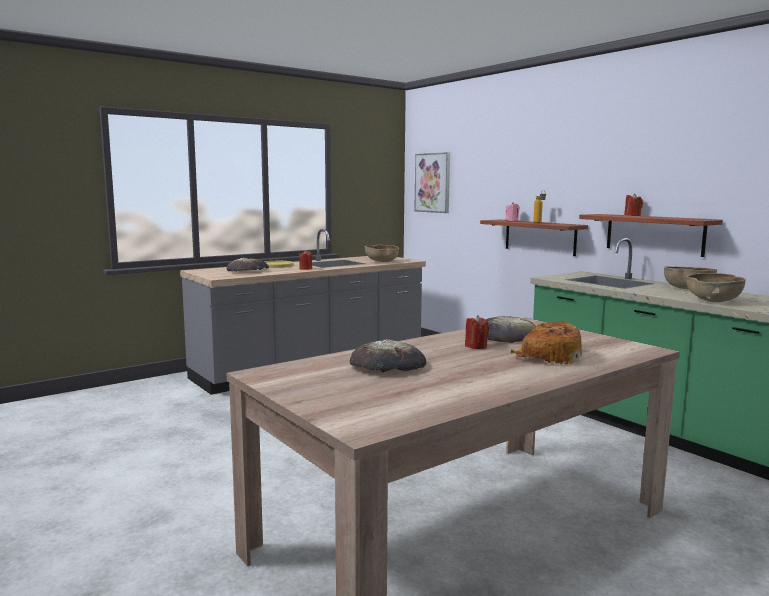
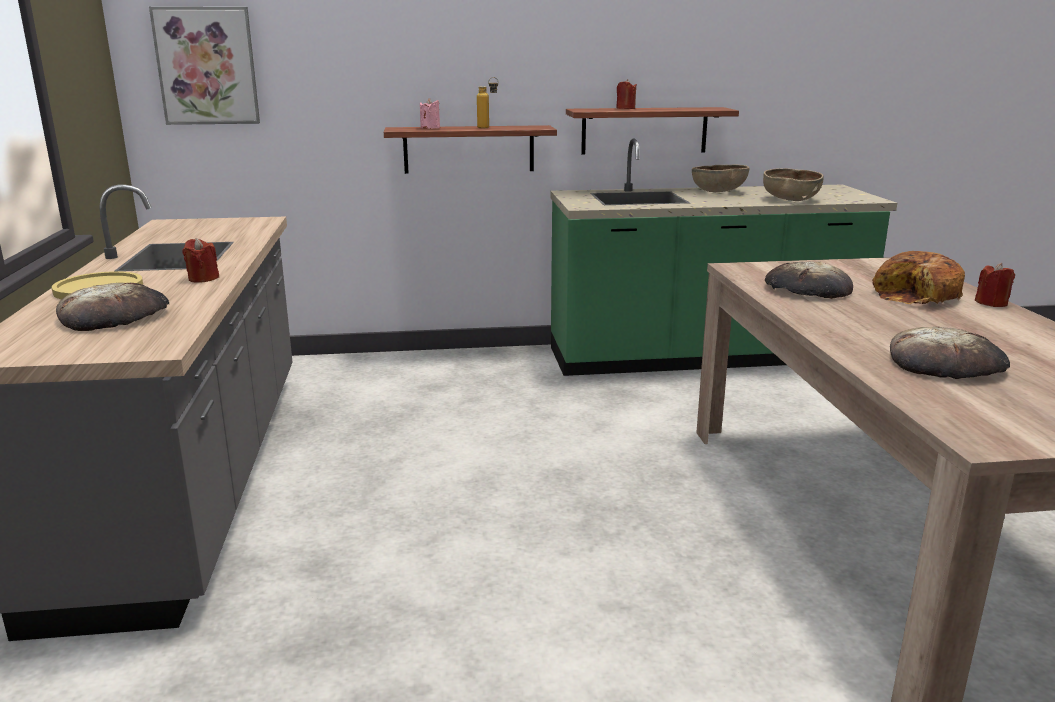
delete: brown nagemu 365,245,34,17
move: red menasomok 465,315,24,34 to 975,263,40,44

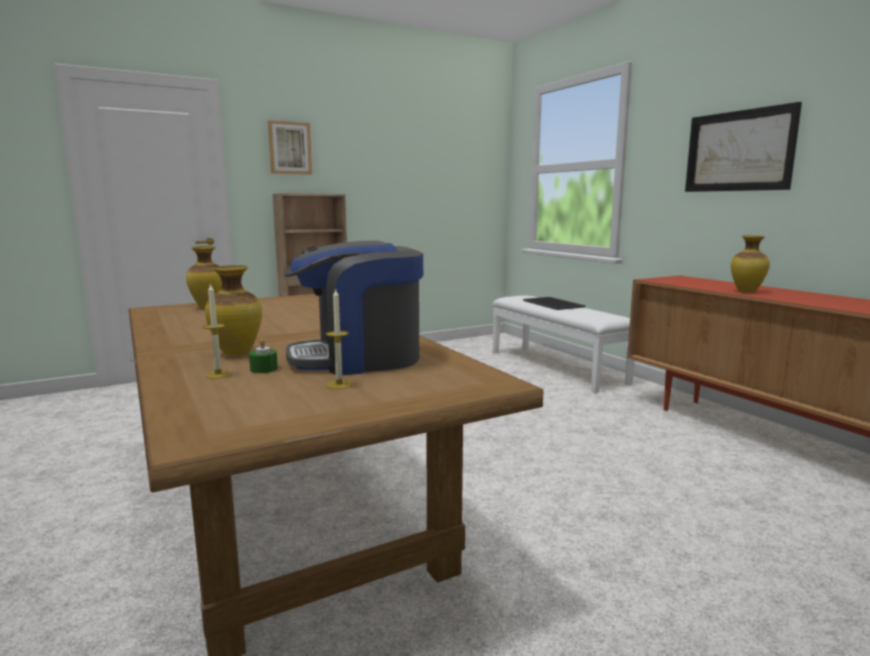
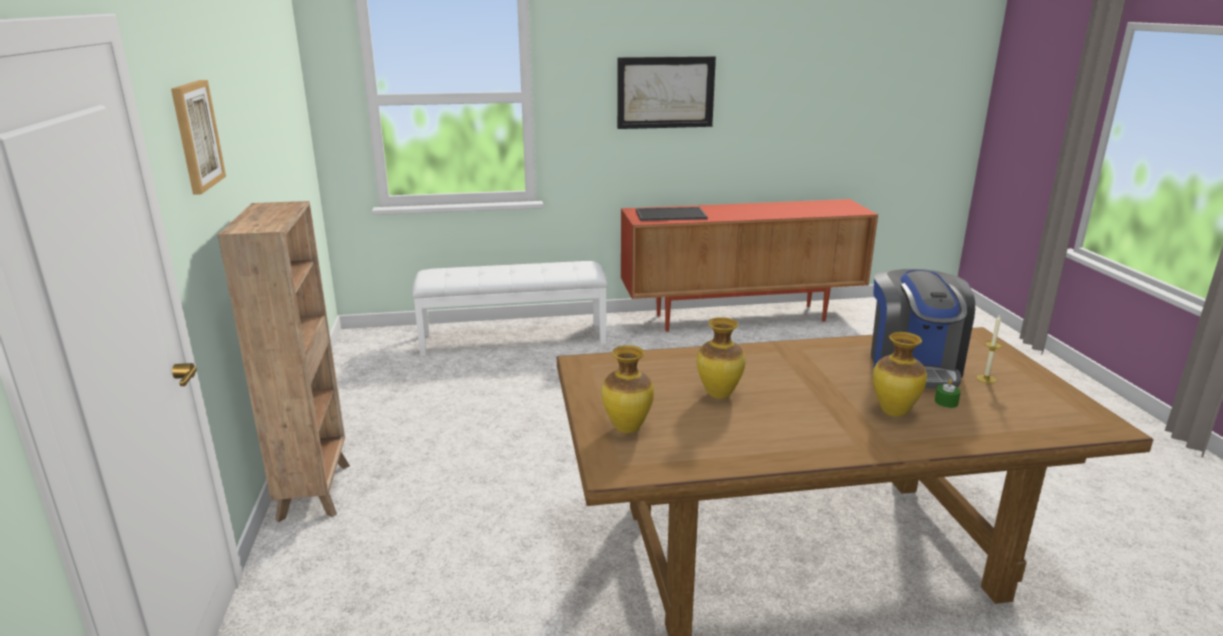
delete: menasomok 203,283,28,96
move: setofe 523,297,62,13 to 636,207,72,14; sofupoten 731,236,39,57 to 697,317,49,82

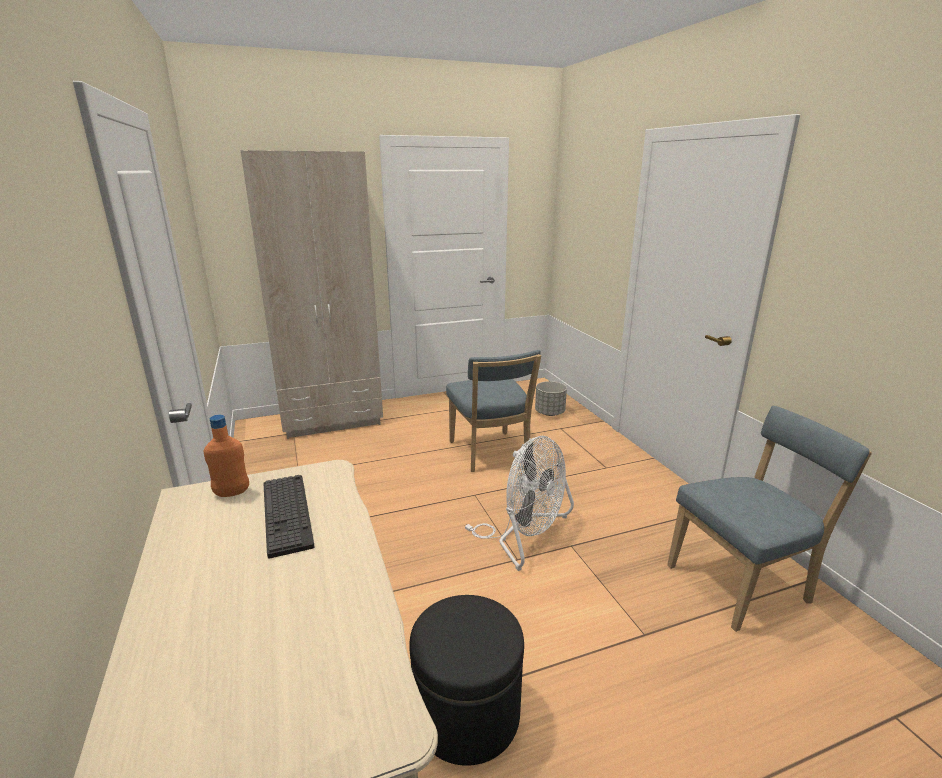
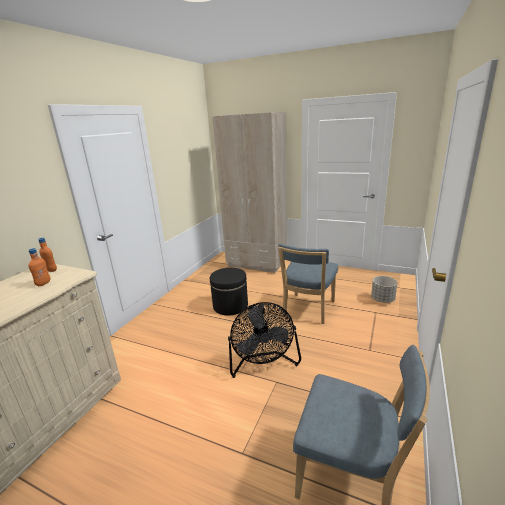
move: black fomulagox 409,595,115,171 to 210,268,38,47
replace: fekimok 263,475,51,83 to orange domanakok 28,248,23,38
recolor: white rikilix 465,436,109,135 to black rikilix 228,302,73,76

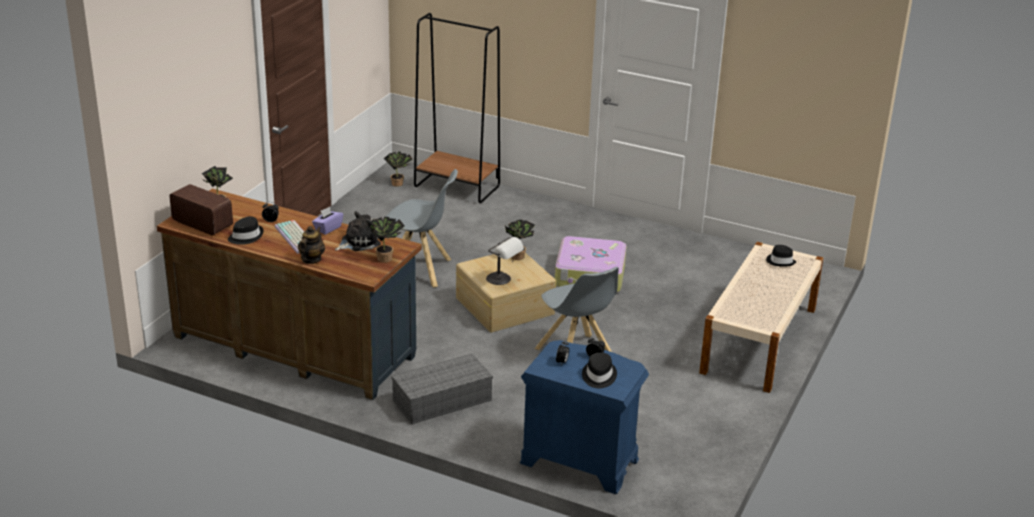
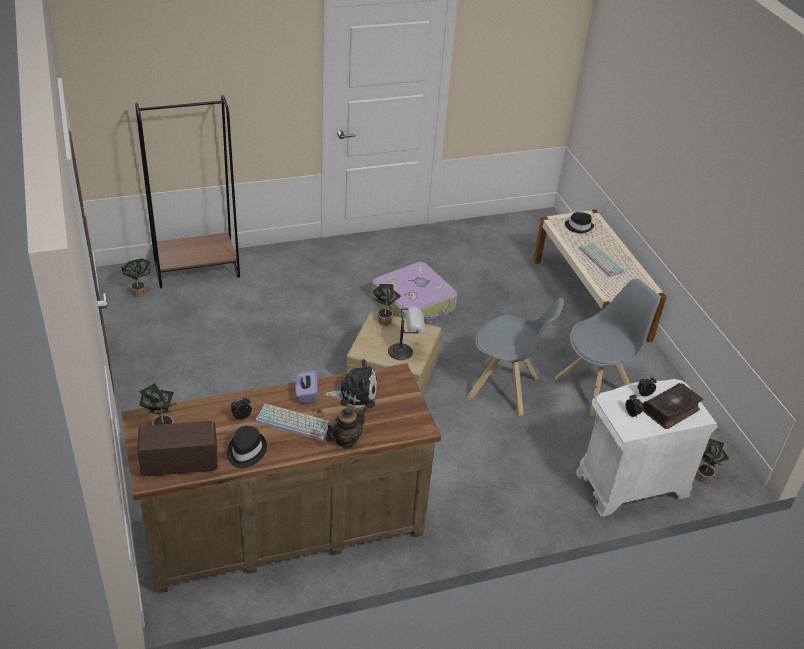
delete: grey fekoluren 391,353,102,71
insert: fekimok 579,242,46,35
move: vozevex 366,217,39,46 to 697,438,32,45; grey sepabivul 386,169,72,119 to 555,278,105,139
replace: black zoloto 582,352,35,36 to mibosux 643,383,60,46
recolor: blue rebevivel 520,340,129,154 to white rebevivel 576,379,142,138
rotate: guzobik 298,226,27,38 = 326,407,41,40 75 degrees clockwise; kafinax 335,211,46,40 = 324,359,53,50 75 degrees clockwise

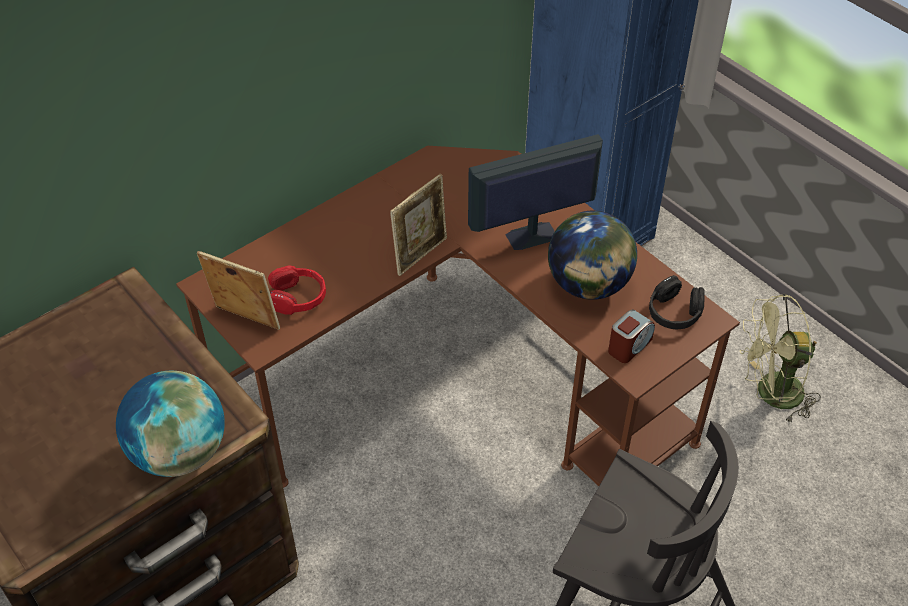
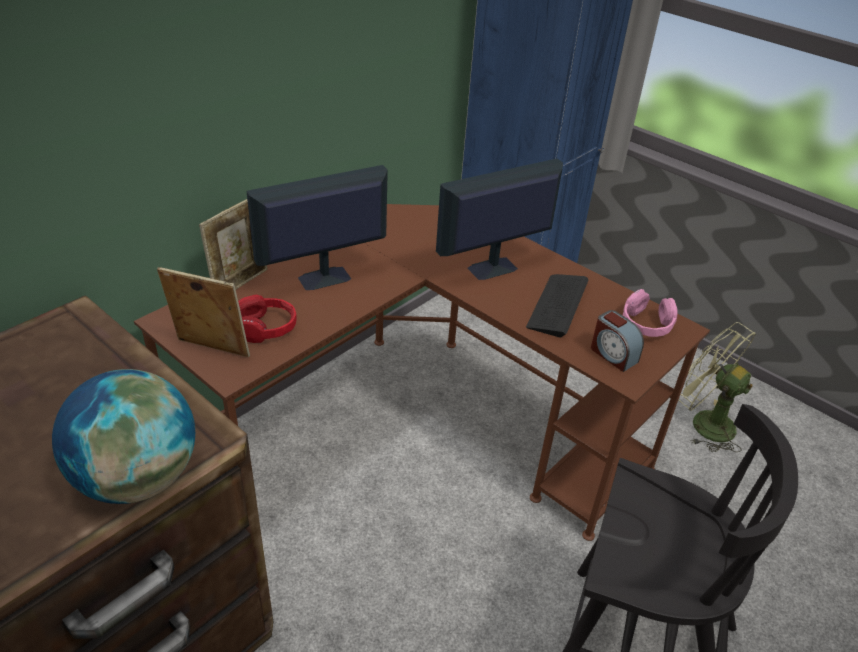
insert: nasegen 247,165,141,125
move: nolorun 390,174,57,102 to 199,199,68,90
replace: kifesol 548,211,89,89 to fekimok 526,274,62,63
recolor: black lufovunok 649,275,55,54 to pink lufovunok 623,289,54,48
rotate: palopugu 608,309,47,54 = 591,310,53,62 105 degrees clockwise; green rikilix 740,294,81,130 = 679,322,77,131 60 degrees clockwise

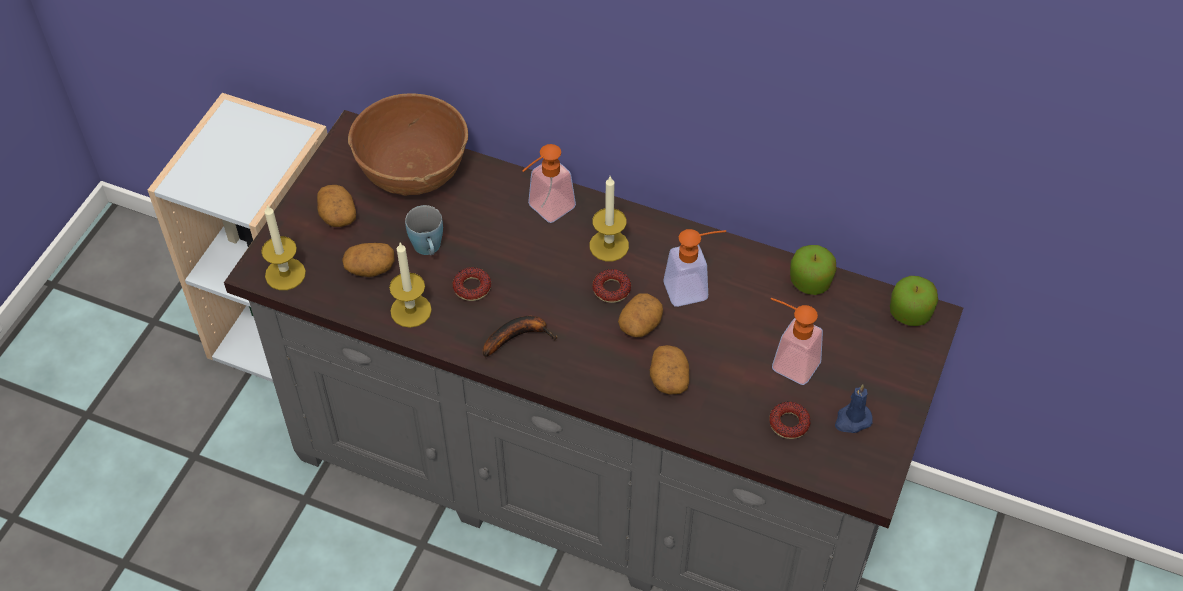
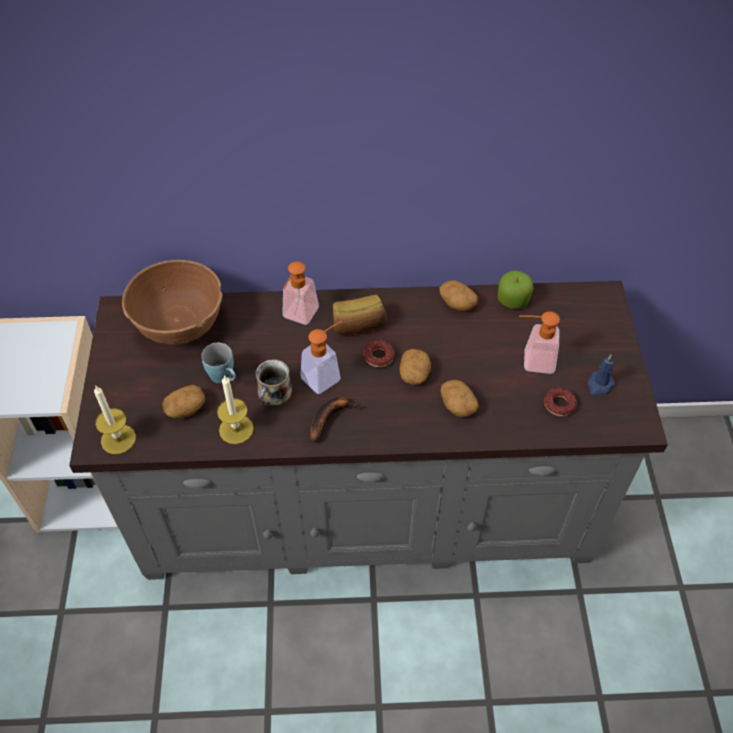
delete: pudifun 890,276,48,50
move: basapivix 317,185,39,42 to 439,280,39,32; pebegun 663,229,63,78 to 300,321,43,73
replace: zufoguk 453,267,38,34 to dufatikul 256,359,36,47; menasomok 590,176,39,85 to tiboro 333,295,54,40

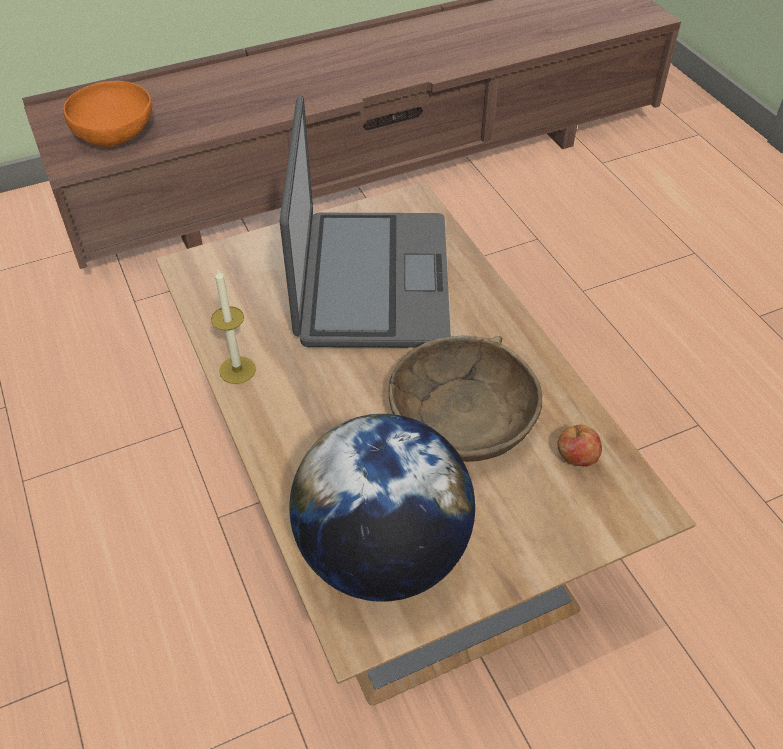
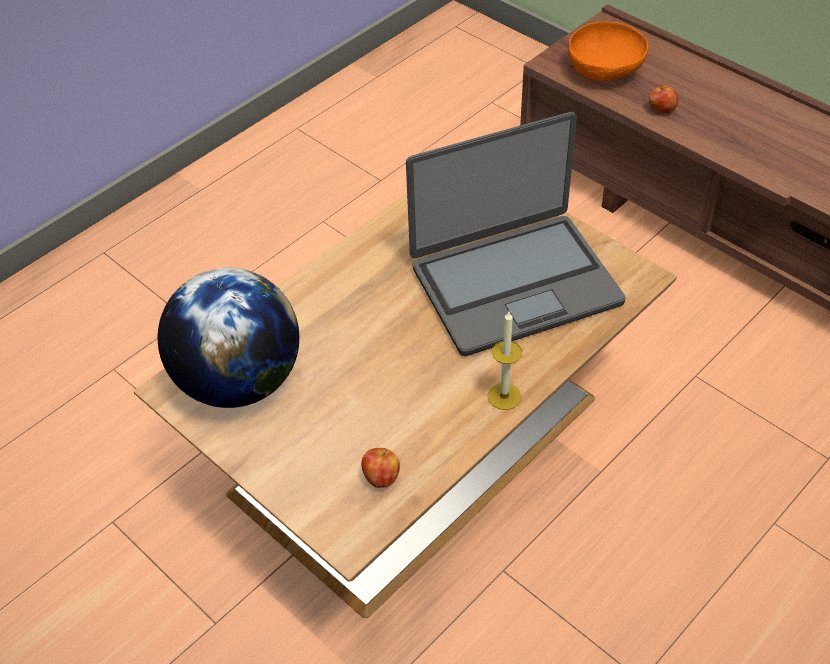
delete: brown nagemu 389,335,153,127
insert: pudifun 649,84,29,29
move: menasomok 211,269,45,115 to 487,312,35,98

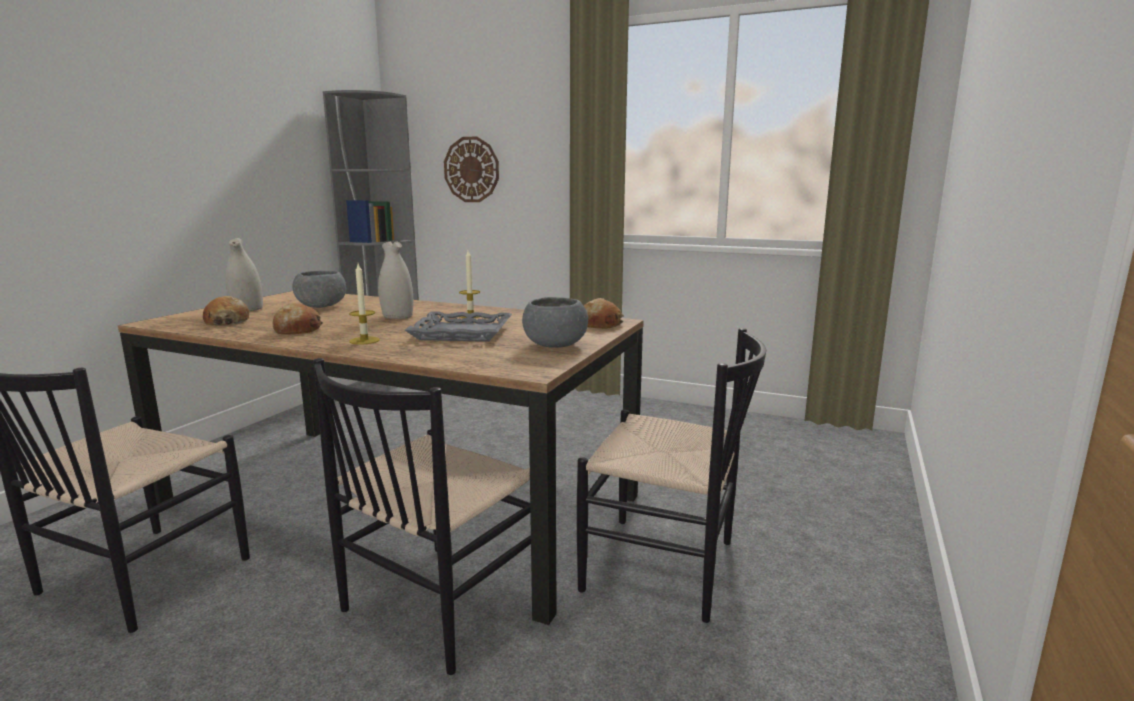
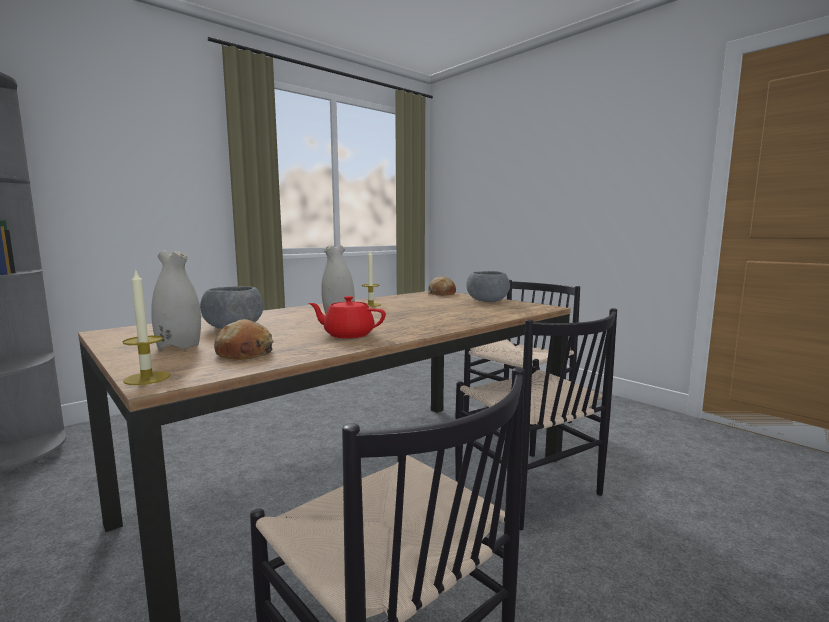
delete: grey setofe 405,311,107,31; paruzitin 444,136,55,66
move: menasomok 349,264,31,81 to 122,269,48,116
replace: tiboro 273,303,50,32 to red guzobik 309,296,77,42

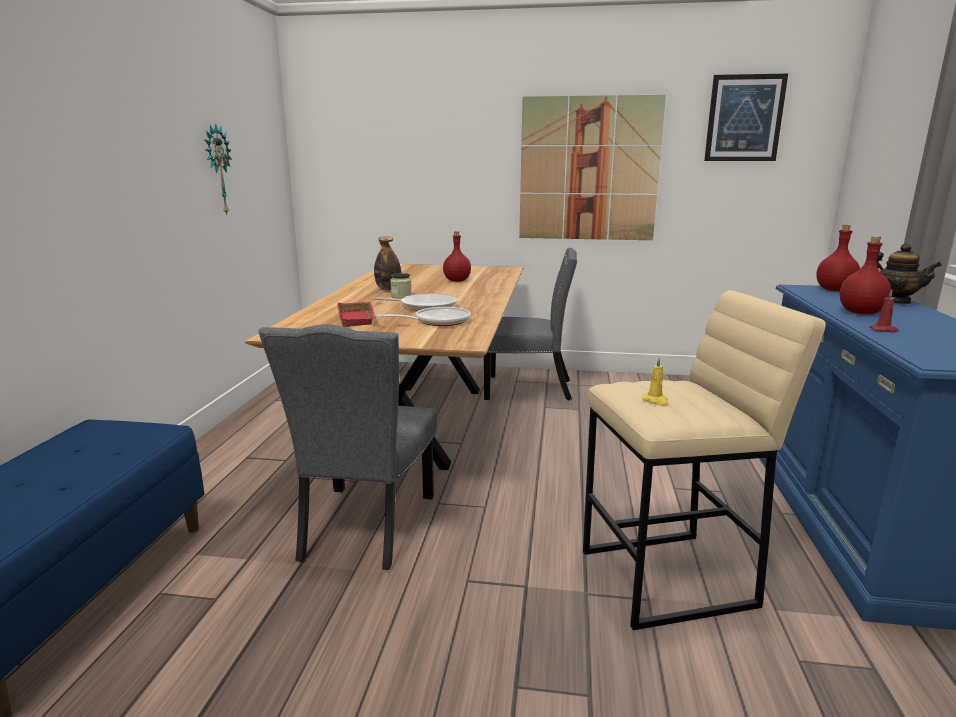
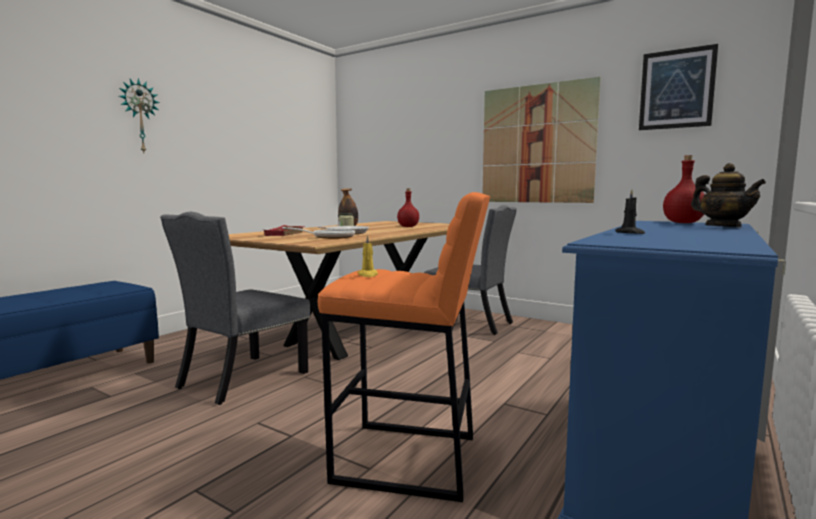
delete: red domanakok 840,236,51,78
move: paruzitin 204,123,28,92 to 119,78,41,75
recolor: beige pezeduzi 583,290,243,340 to orange pezeduzi 318,192,172,310; red menasomok 870,289,29,43 to black menasomok 615,189,30,45

